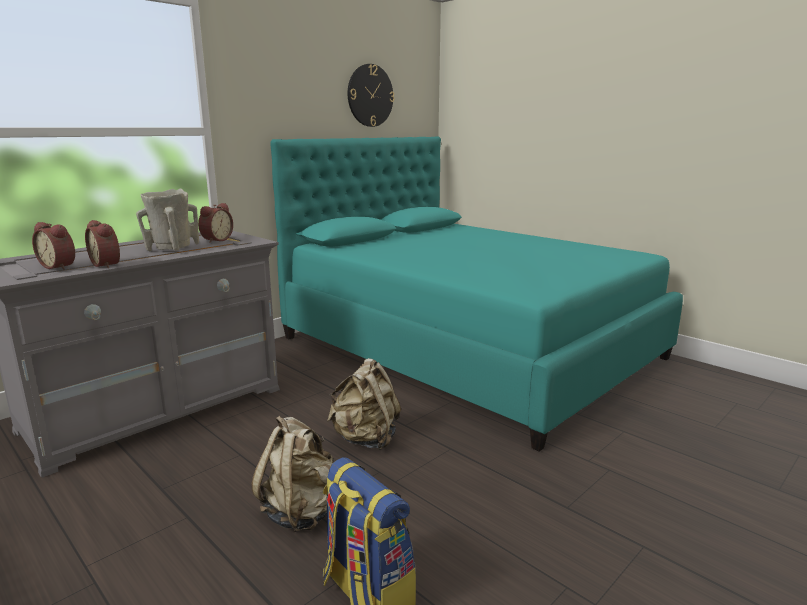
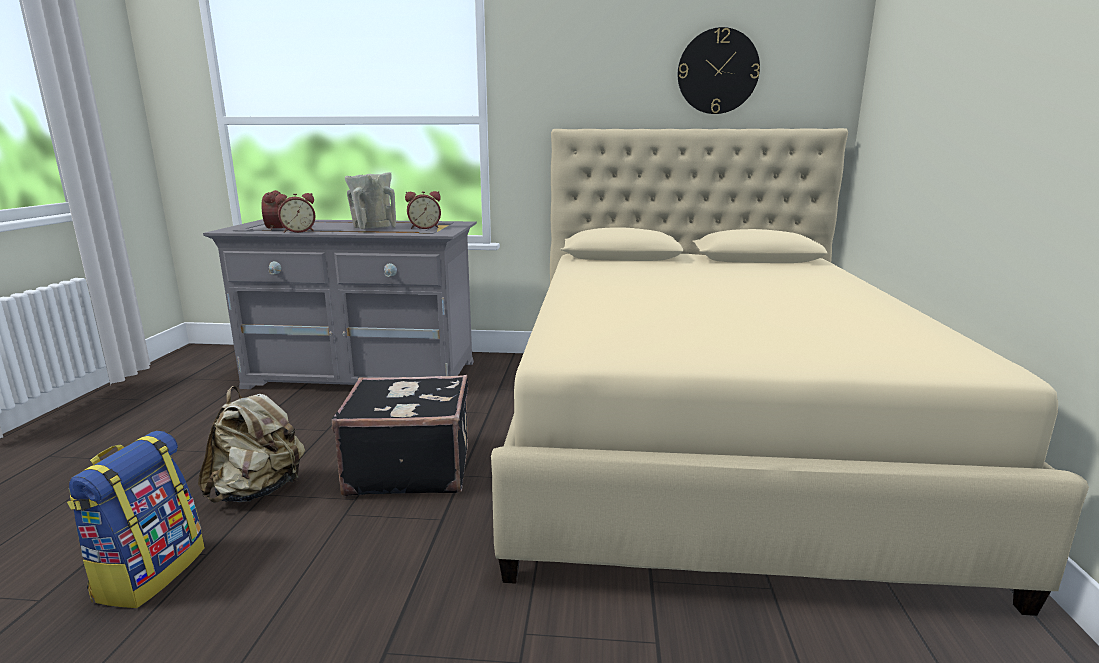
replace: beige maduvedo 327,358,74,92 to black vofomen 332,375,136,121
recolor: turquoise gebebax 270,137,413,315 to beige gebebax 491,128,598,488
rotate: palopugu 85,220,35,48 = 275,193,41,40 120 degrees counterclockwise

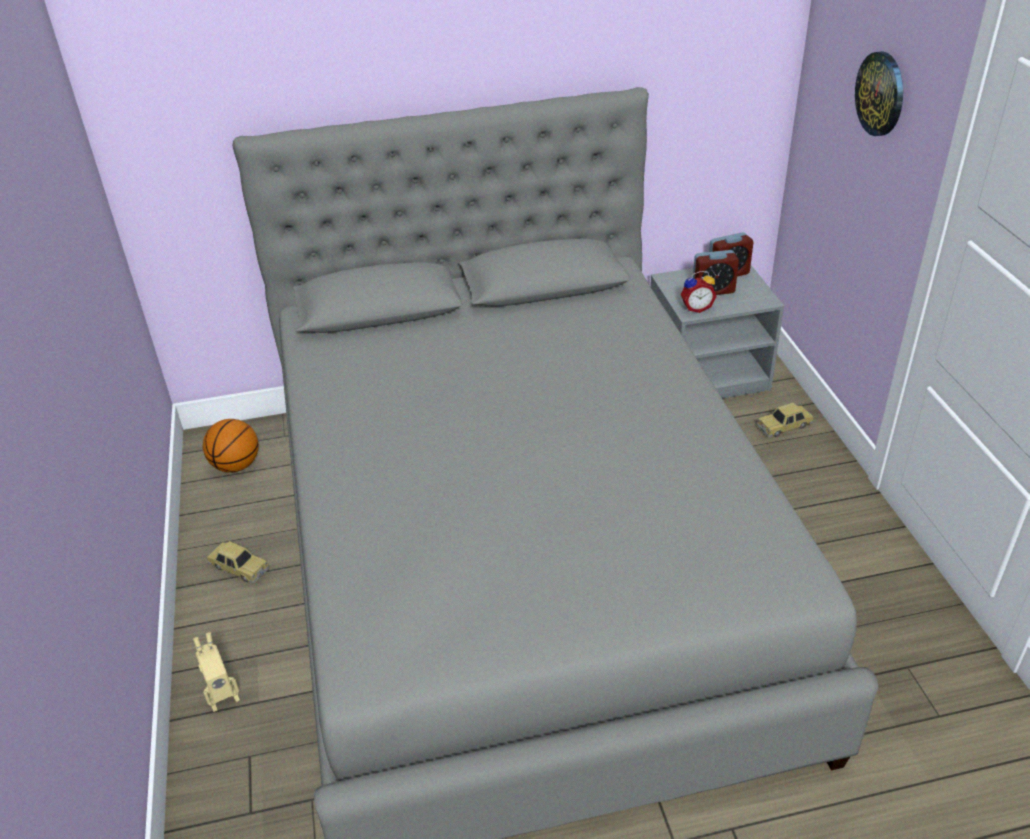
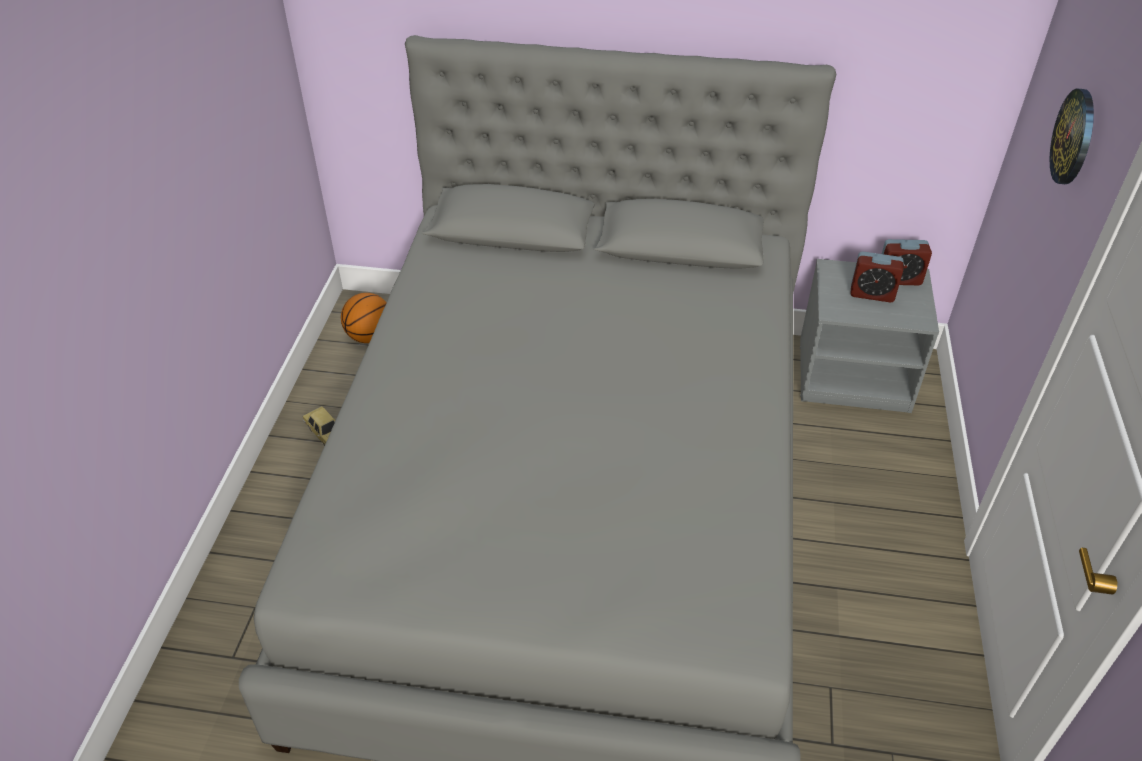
delete: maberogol 193,632,47,80; palopugu 681,271,36,42; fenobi 757,403,57,34

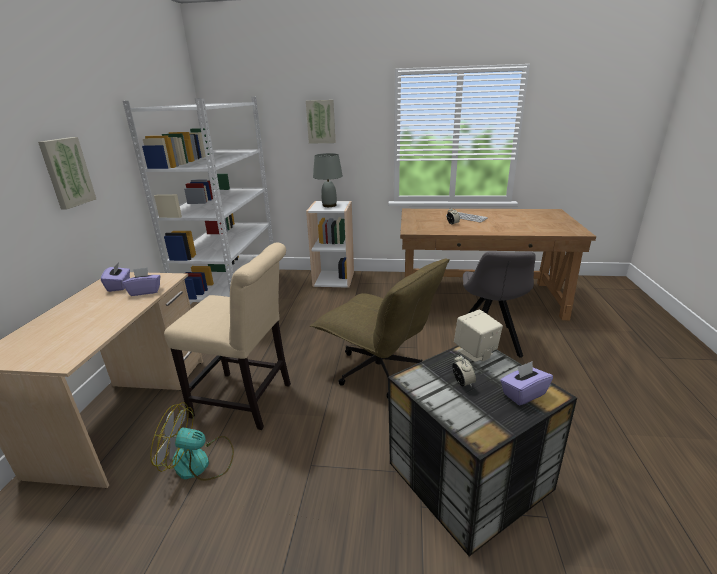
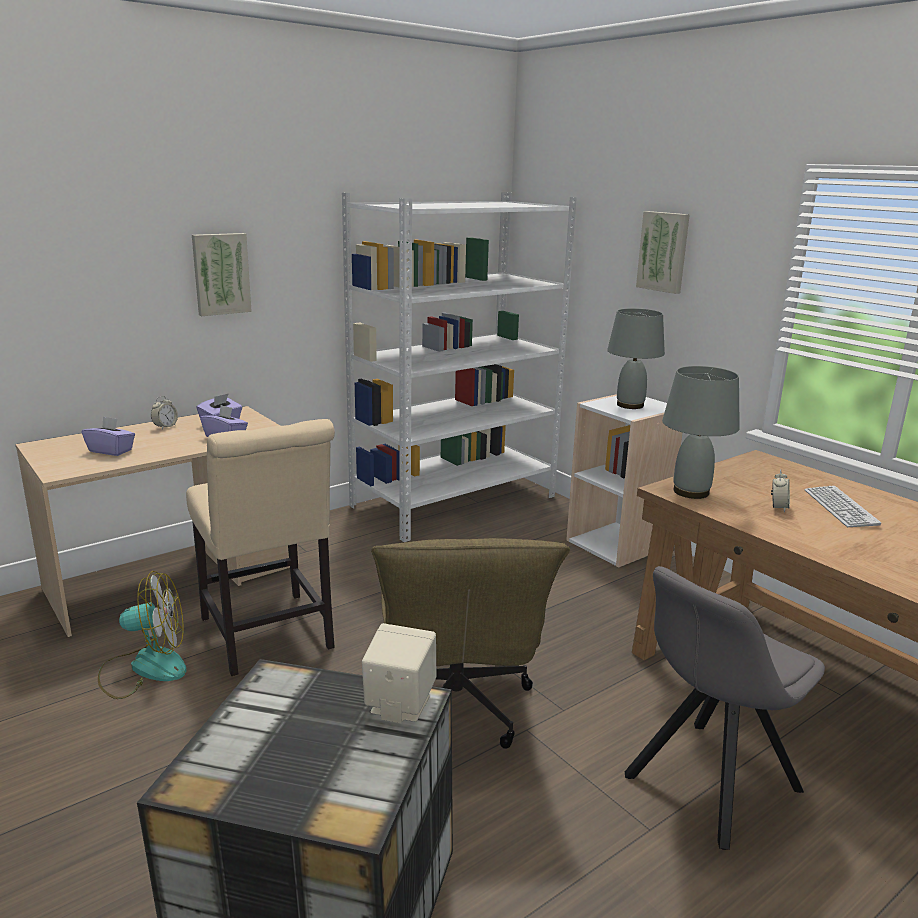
insert: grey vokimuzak 662,366,78,133
move: palopugu 452,354,24,33 to 151,396,27,33; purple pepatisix 500,361,53,44 to 81,416,54,40
rotate: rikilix 150,402,84,79 = 98,571,89,128 120 degrees clockwise

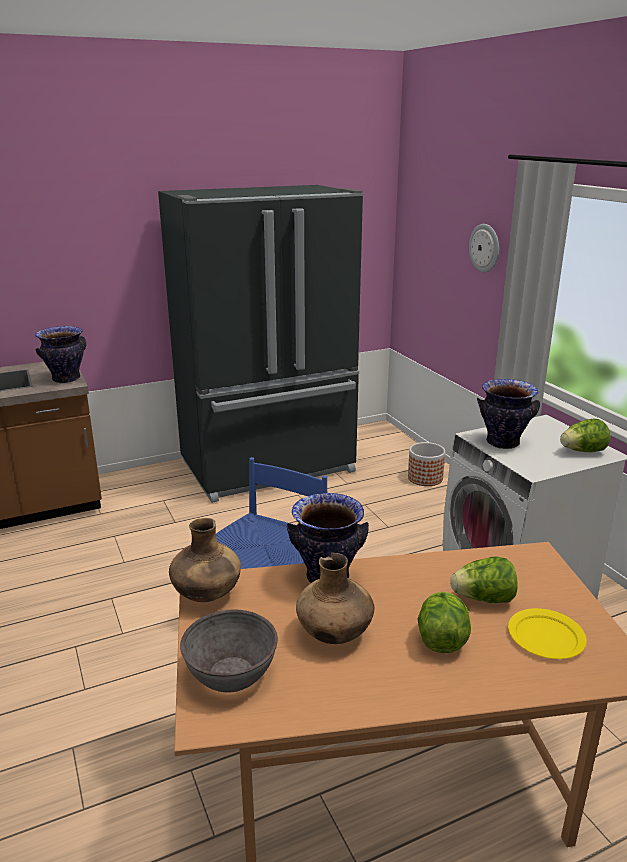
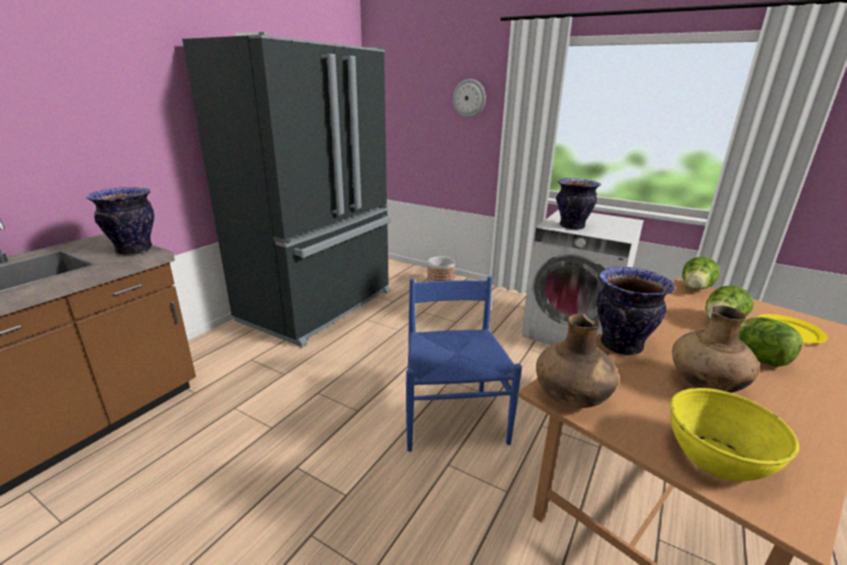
move: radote 560,419,51,33 to 682,257,38,33
recolor: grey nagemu 180,610,98,82 to yellow nagemu 670,388,129,93

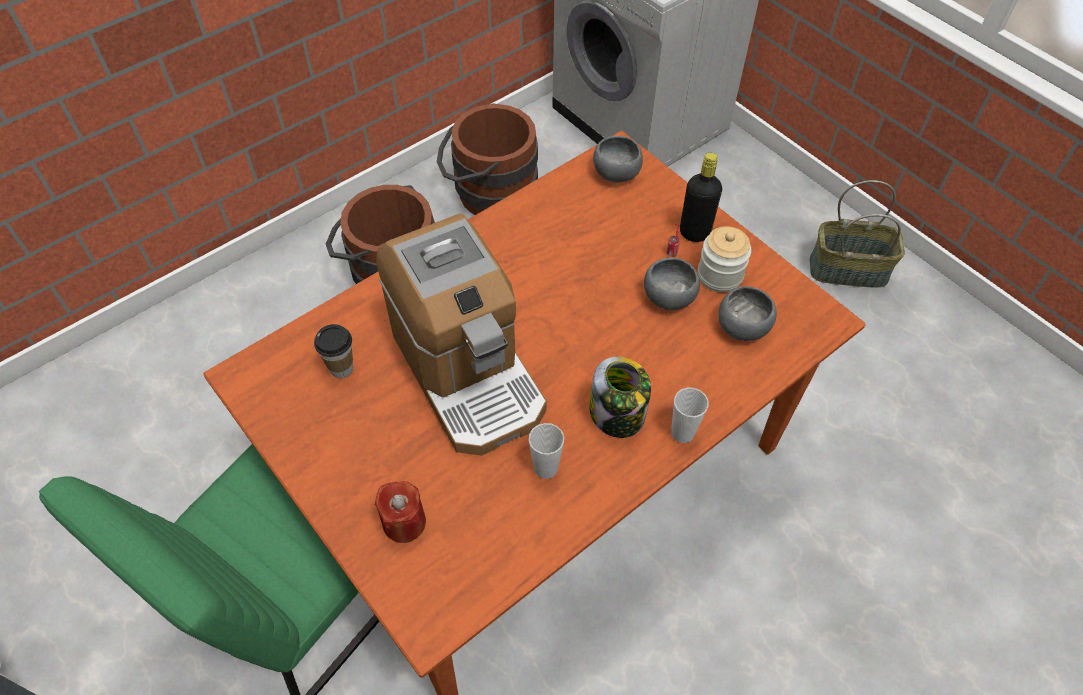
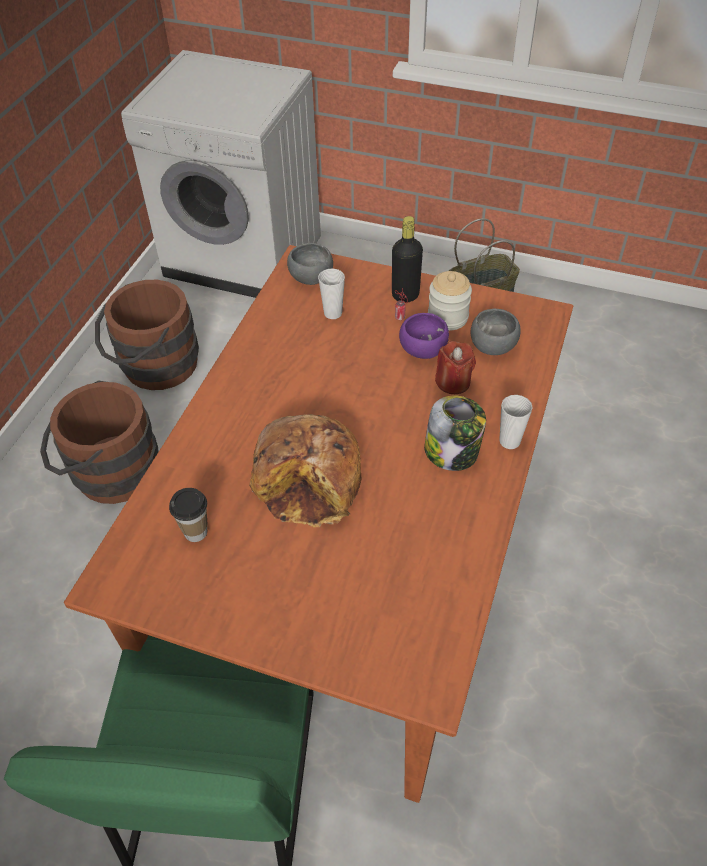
move: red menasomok 375,481,51,62 to 435,341,41,53; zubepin 529,423,35,56 to 318,269,27,50
replace: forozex 376,213,171,243 to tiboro 249,414,112,113
recolor: grey nagemu 644,257,56,53 to purple nagemu 399,313,50,46

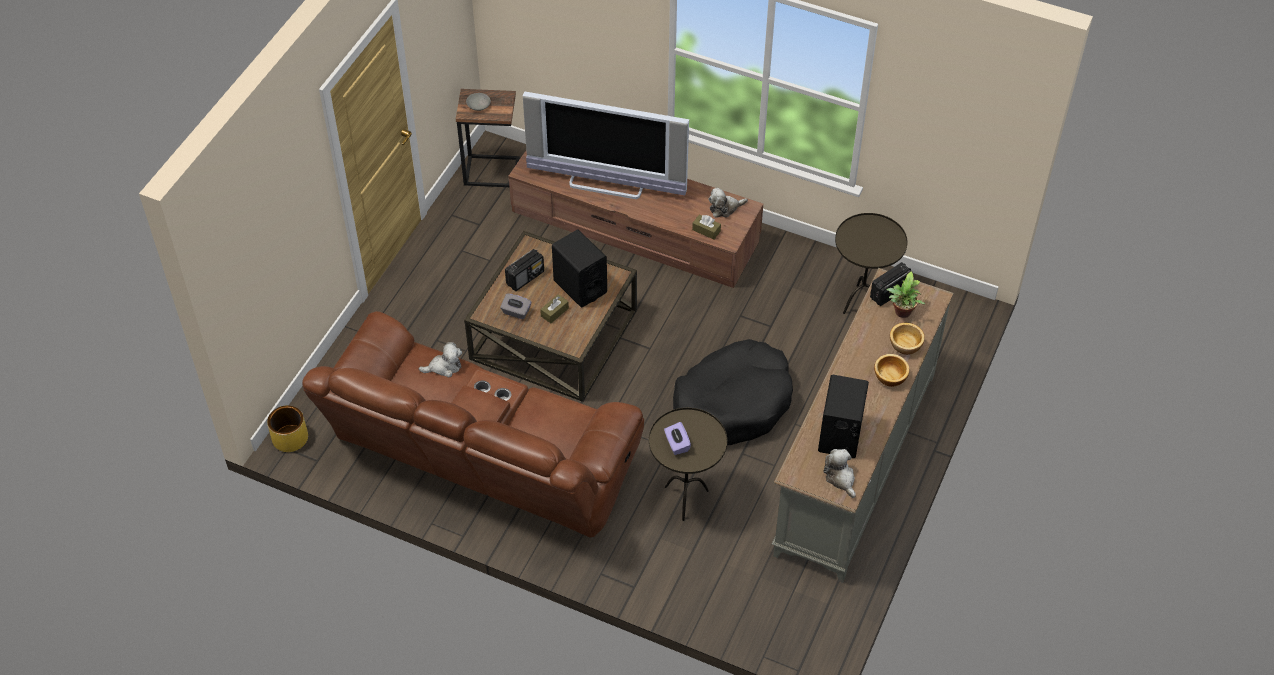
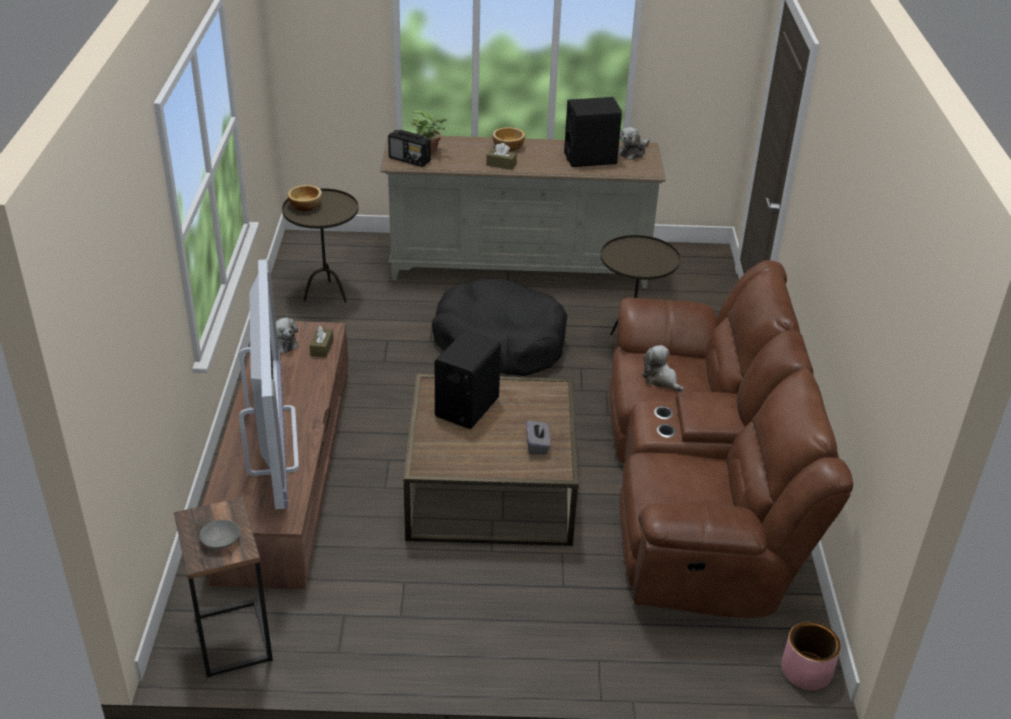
delete: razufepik 505,249,39,42; purple pepatisix 664,422,27,33
move: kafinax 419,342,43,36 to 642,345,42,48; brown pepatisix 540,294,29,29 to 486,143,31,27; nagemu 890,323,35,32 to 288,185,34,26
recolor: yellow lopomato 267,405,41,47 to pink lopomato 781,622,60,68

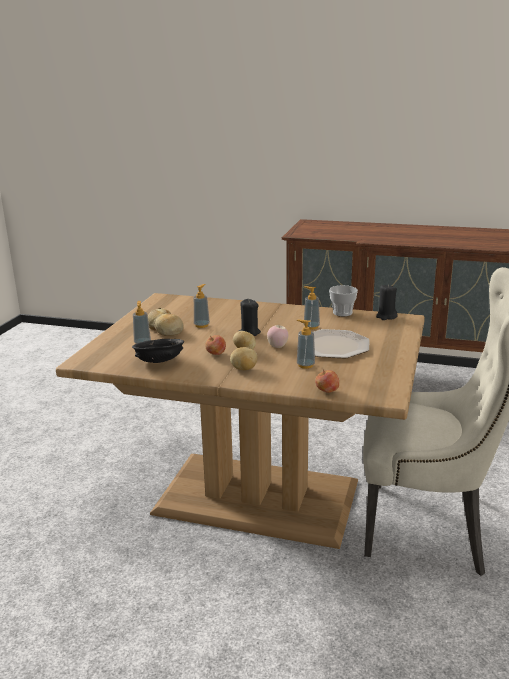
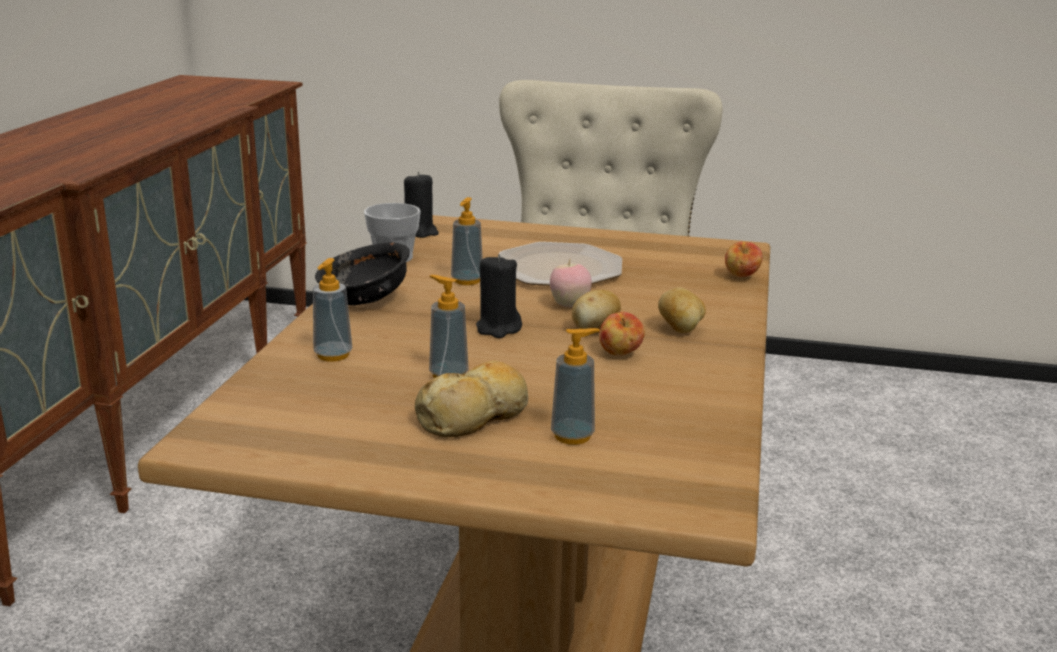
move: black nagemu 132,339,52,24 to 315,242,95,64; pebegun 297,319,18,50 to 313,258,39,104

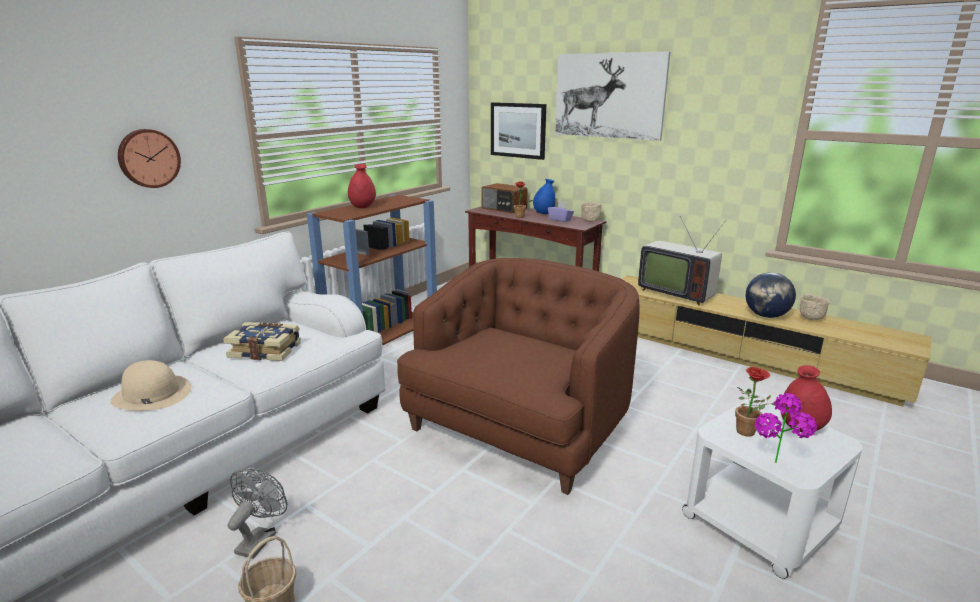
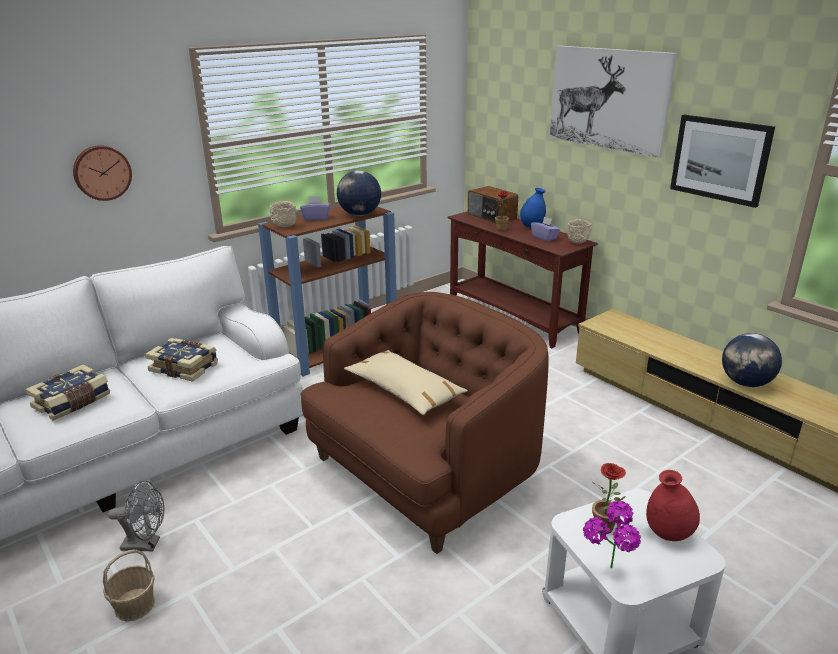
delete: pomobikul 638,216,88,89
insert: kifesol 337,170,44,46; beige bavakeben 344,350,124,65
move: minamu 491,102,55,58 to 670,115,105,93; beige nagemu 800,294,30,26 to 270,201,27,26
replace: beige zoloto 110,360,81,51 to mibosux 26,364,84,57; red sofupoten 348,164,28,44 to purple pepatisix 300,196,30,25
rotate: grey rikilix 228,469,59,90 = 108,480,56,72 60 degrees clockwise

